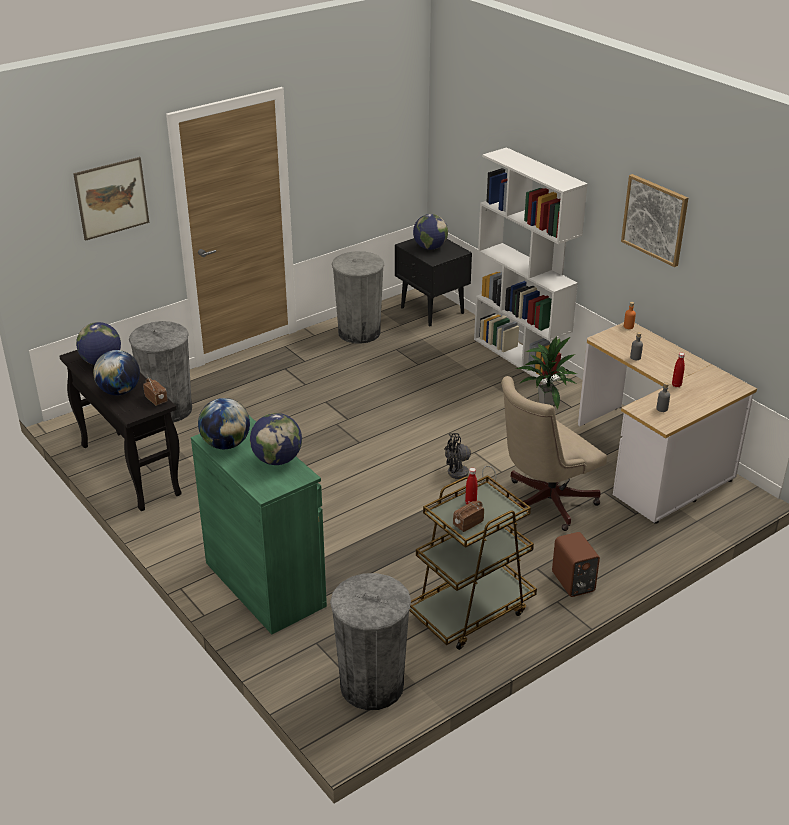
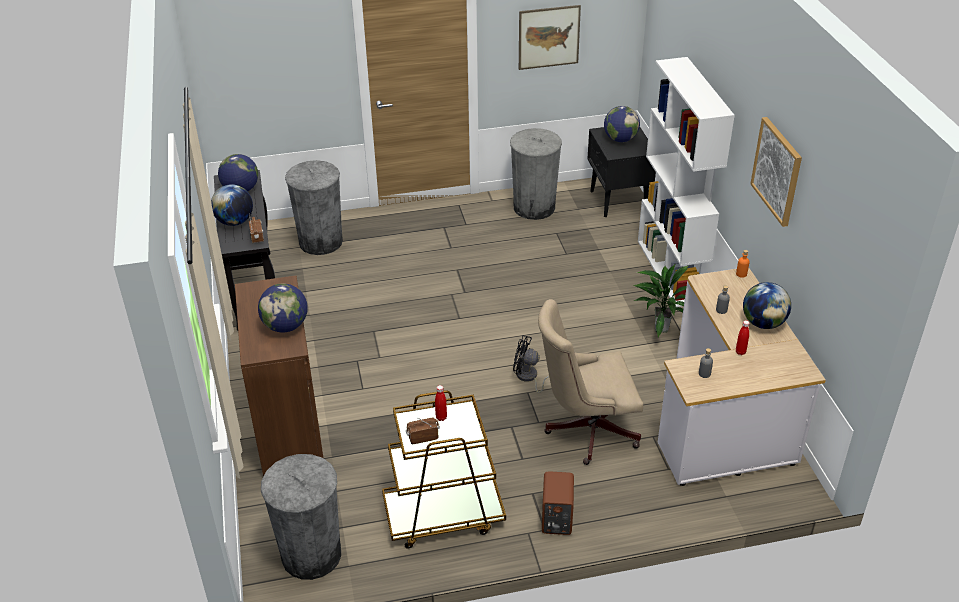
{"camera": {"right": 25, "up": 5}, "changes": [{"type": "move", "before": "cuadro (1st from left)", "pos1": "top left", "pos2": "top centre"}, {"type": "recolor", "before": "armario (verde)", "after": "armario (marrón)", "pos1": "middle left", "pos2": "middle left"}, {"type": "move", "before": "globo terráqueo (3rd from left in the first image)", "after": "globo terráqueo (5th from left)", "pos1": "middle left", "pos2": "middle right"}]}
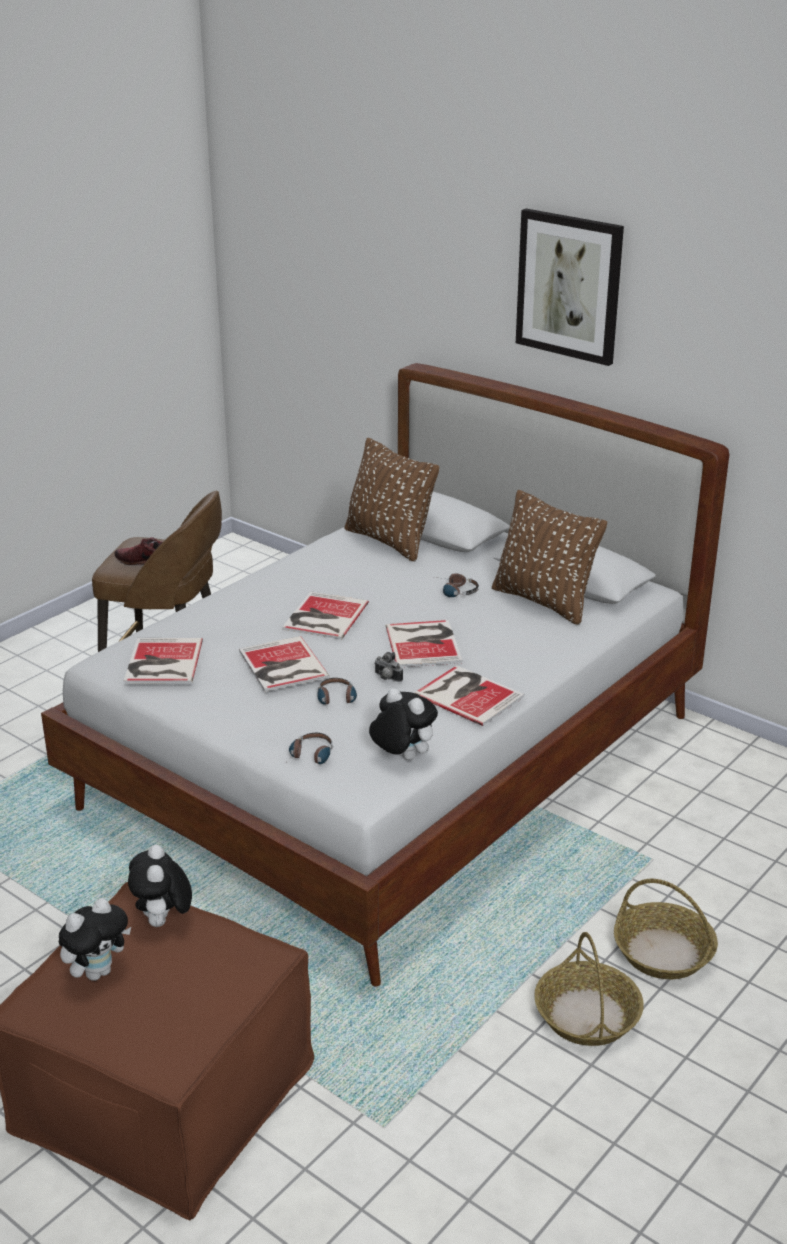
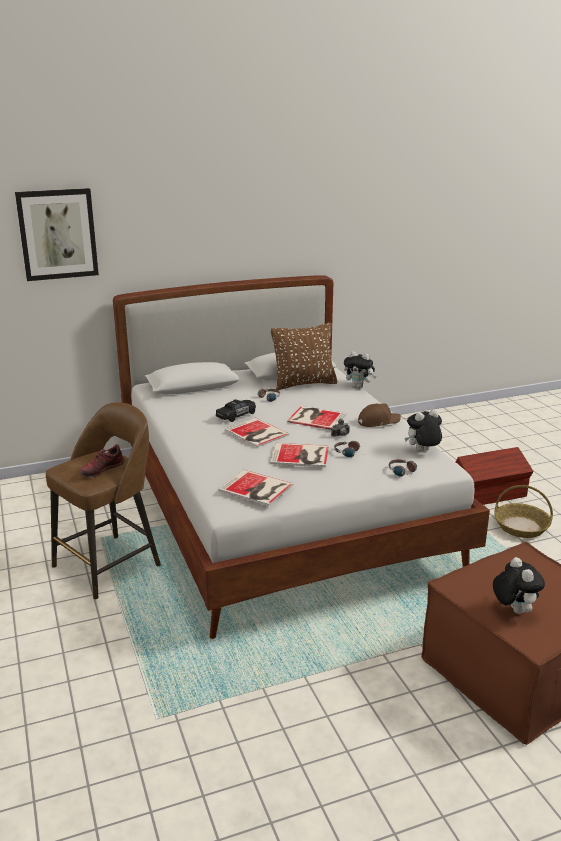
{"camera": {"right": -60, "up": -5}, "changes": [{"type": "move", "before": "peluche (2nd from left in the first image)", "after": "peluche (1st from left)", "pos1": "bottom left", "pos2": "centre"}, {"type": "delete", "before": "cojín (marrón) (1st from left)", "pos1": "centre"}, {"type": "replace", "before": "libro (5th from left)", "after": "gorra (marrón)", "pos1": "centre", "pos2": "middle right"}, {"type": "move", "before": "cuadro", "pos1": "top right", "pos2": "top left"}, {"type": "replace", "before": "cesta (2nd from left)", "after": "caja de almacenaje (marrón)", "pos1": "bottom right", "pos2": "middle right"}, {"type": "insert", "after": "coche de juguete (negro)", "pos2": "centre"}]}
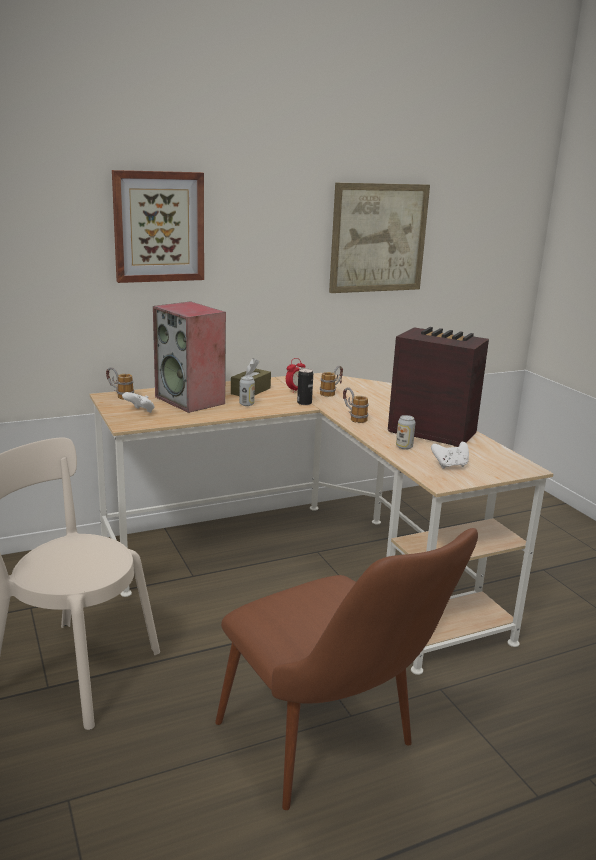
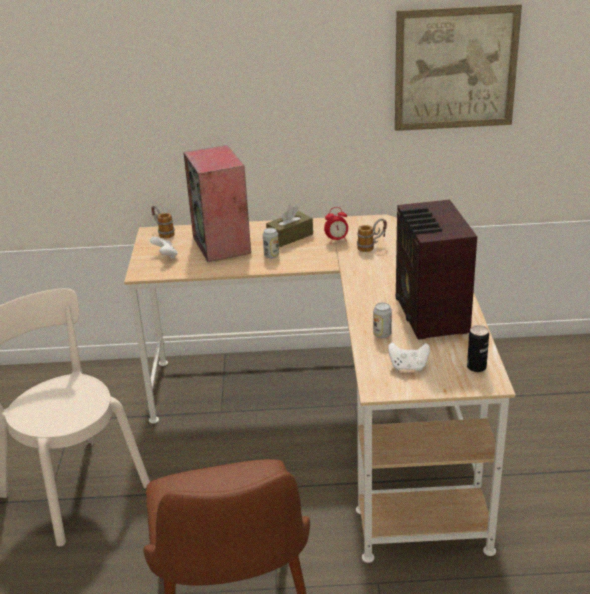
{"camera": {"right": 25, "up": 10}, "changes": [{"type": "delete", "before": "cuadro (1st from left)", "pos1": "top left"}, {"type": "move", "before": "lata (2nd from left in the first image)", "after": "lata (3rd from left)", "pos1": "centre", "pos2": "middle right"}, {"type": "delete", "before": "taza grande (3rd from left)", "pos1": "centre"}, {"type": "rotate", "before": "radio", "pos1": "middle right", "pos2": "middle right", "turn": -150}]}
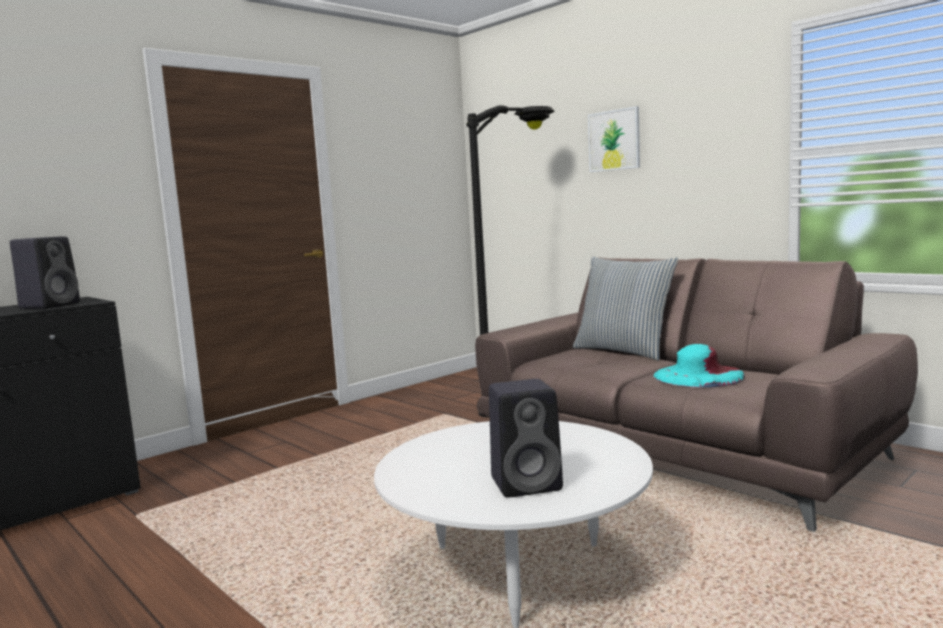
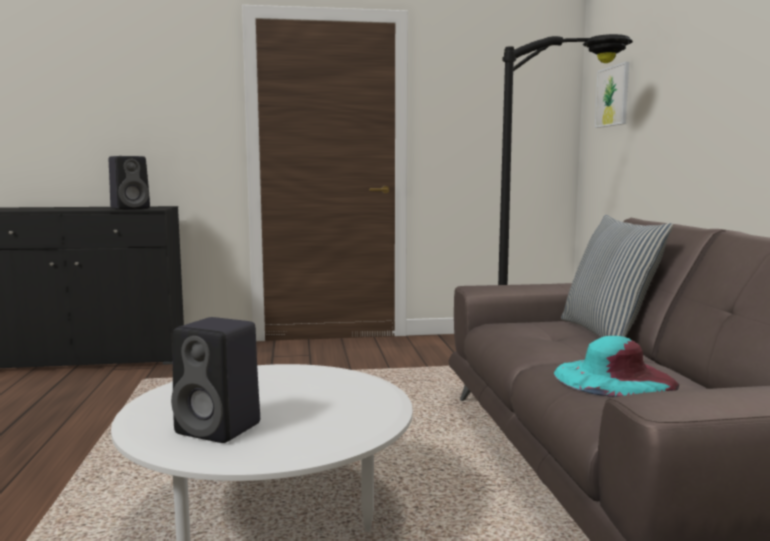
{"camera": {"right": 35, "up": 0}, "changes": [{"type": "move", "before": "cuadro", "pos1": "top centre", "pos2": "top right"}]}
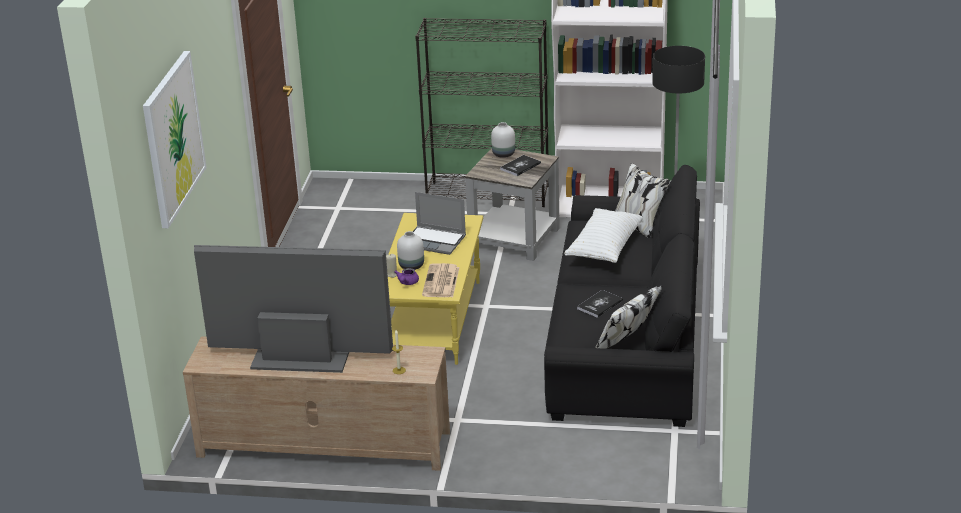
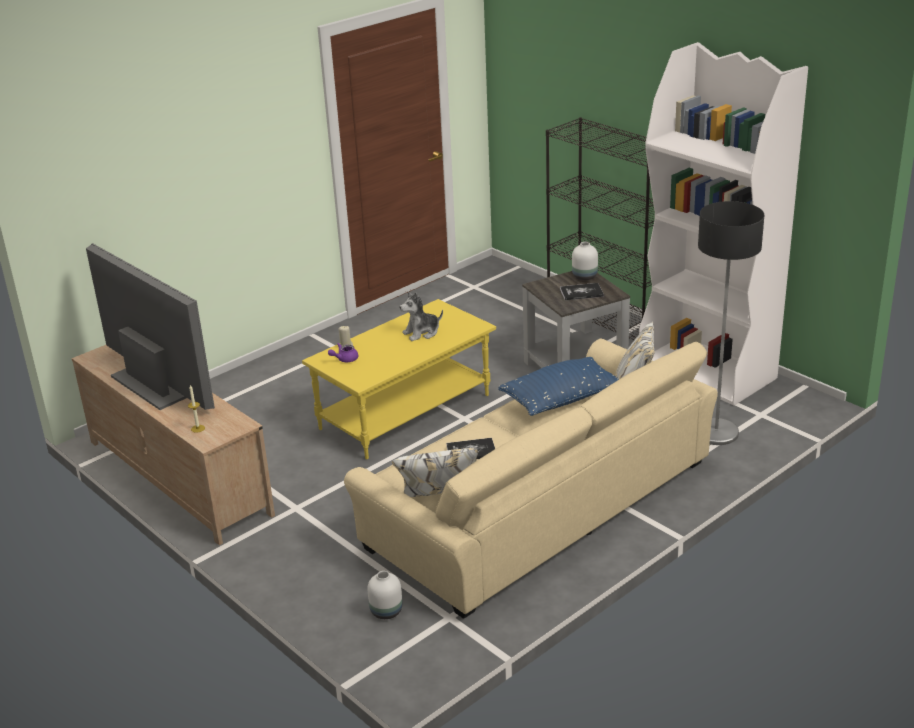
{"camera": {"right": 40, "up": 0}, "changes": [{"type": "delete", "before": "cuadro", "pos1": "top left"}, {"type": "move", "before": "florero (blanco) (1st from left)", "pos1": "centre", "pos2": "bottom centre"}, {"type": "replace", "before": "portátil", "after": "peluche", "pos1": "centre", "pos2": "centre"}, {"type": "delete", "before": "periódico", "pos1": "centre"}, {"type": "recolor", "before": "sofá (negro)", "after": "sofá (beis)", "pos1": "centre", "pos2": "centre"}, {"type": "recolor", "before": "cojín (blanco)", "after": "cojín (azul)", "pos1": "centre", "pos2": "centre"}]}
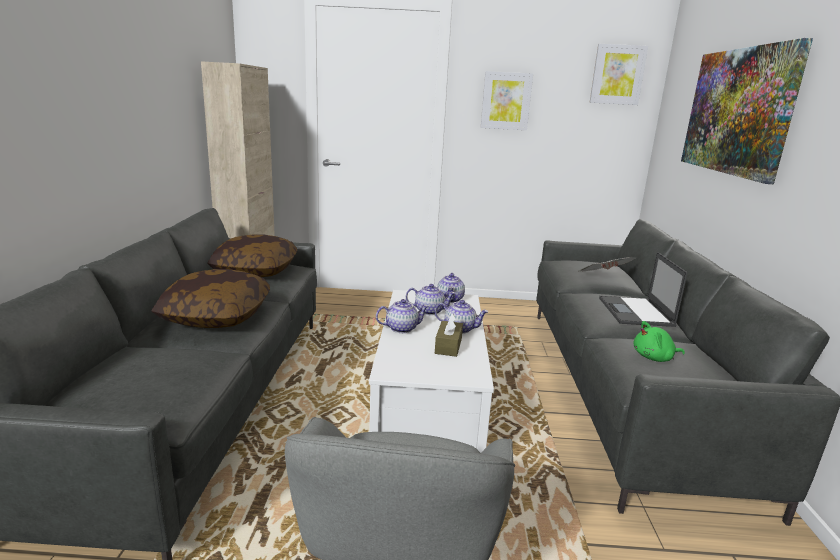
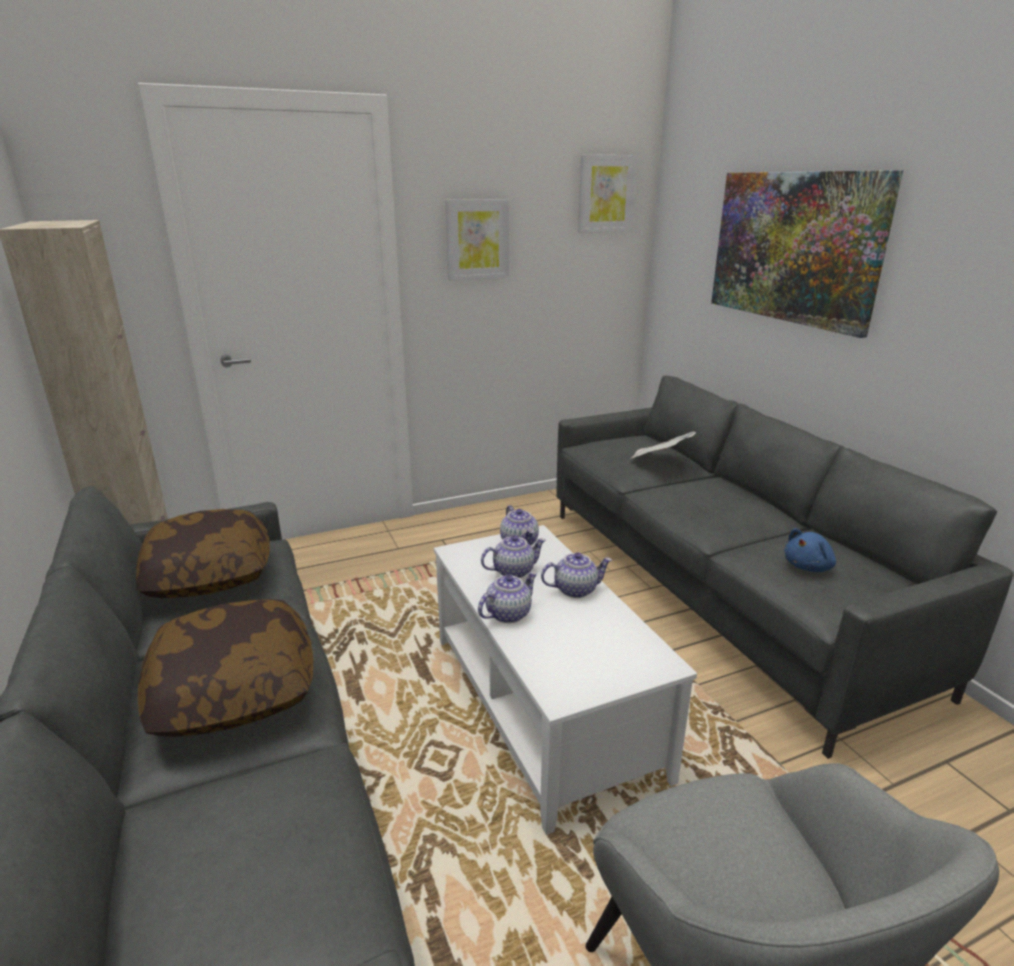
{"camera": {"right": -25, "up": 5}, "changes": [{"type": "delete", "before": "caja de pañuelos (marrón)", "pos1": "centre"}, {"type": "delete", "before": "portátil", "pos1": "middle right"}, {"type": "recolor", "before": "peluche (verde)", "after": "peluche (azul)", "pos1": "middle right", "pos2": "middle right"}]}
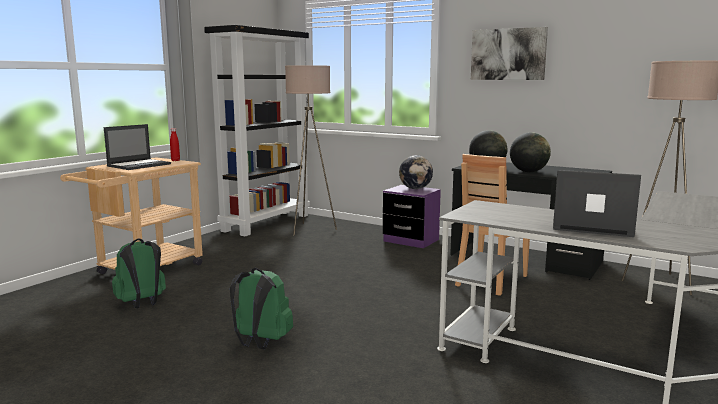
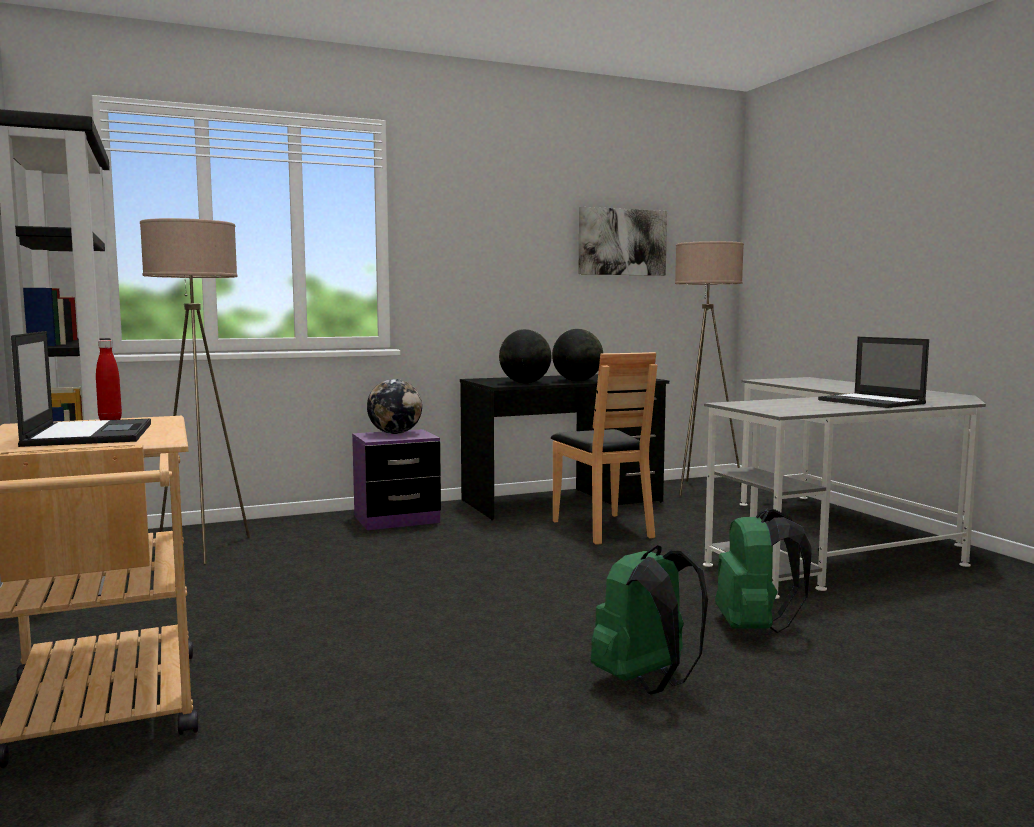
{"camera": {"right": -55, "up": -5}, "changes": [{"type": "move", "before": "mochila (verde) (1st from left in the first image)", "after": "mochila (verde) (2nd from left)", "pos1": "bottom left", "pos2": "bottom right"}, {"type": "move", "before": "cuadro", "pos1": "top right", "pos2": "top centre"}, {"type": "rotate", "before": "portátil (2nd from left)", "pos1": "middle right", "pos2": "middle right", "turn": -90}]}
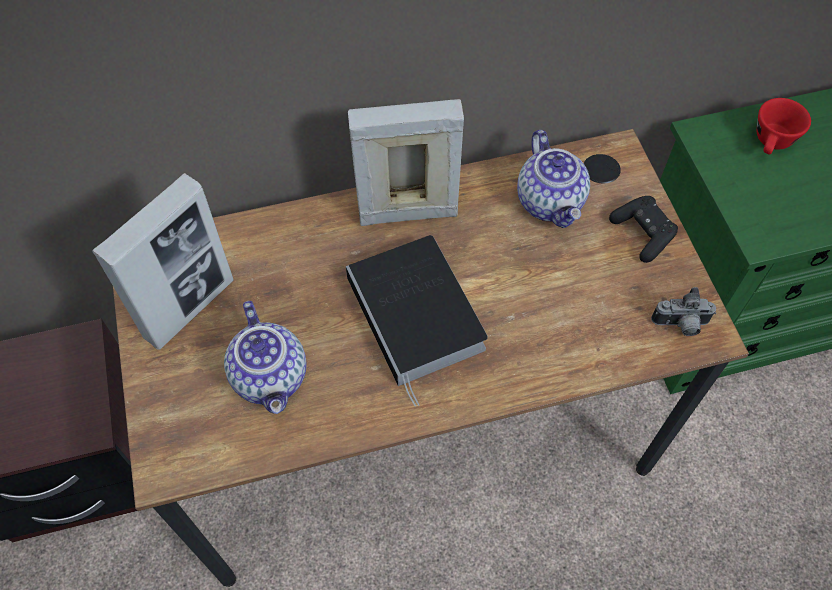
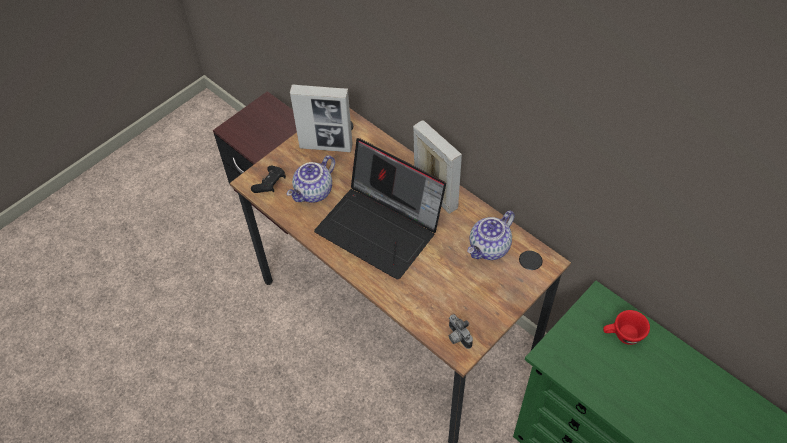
{"camera": {"right": 60, "up": -5}, "changes": [{"type": "replace", "before": "libro", "after": "portátil", "pos1": "centre", "pos2": "centre"}, {"type": "move", "before": "mando de consola (negro)", "pos1": "middle right", "pos2": "centre"}]}
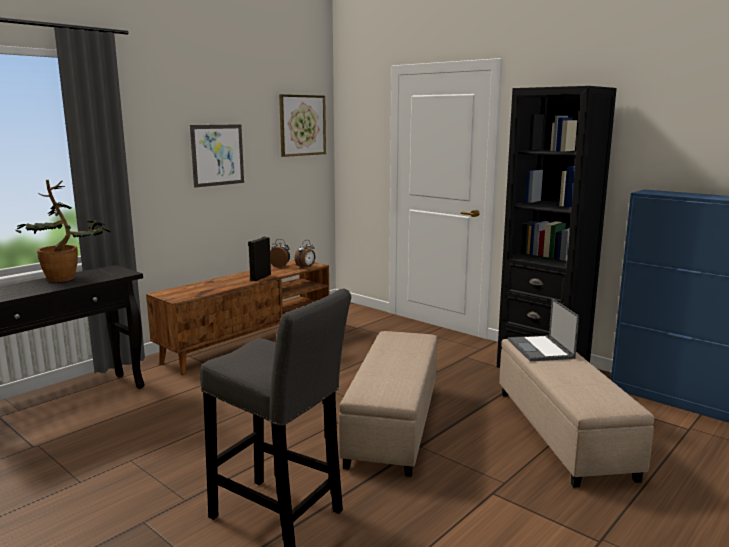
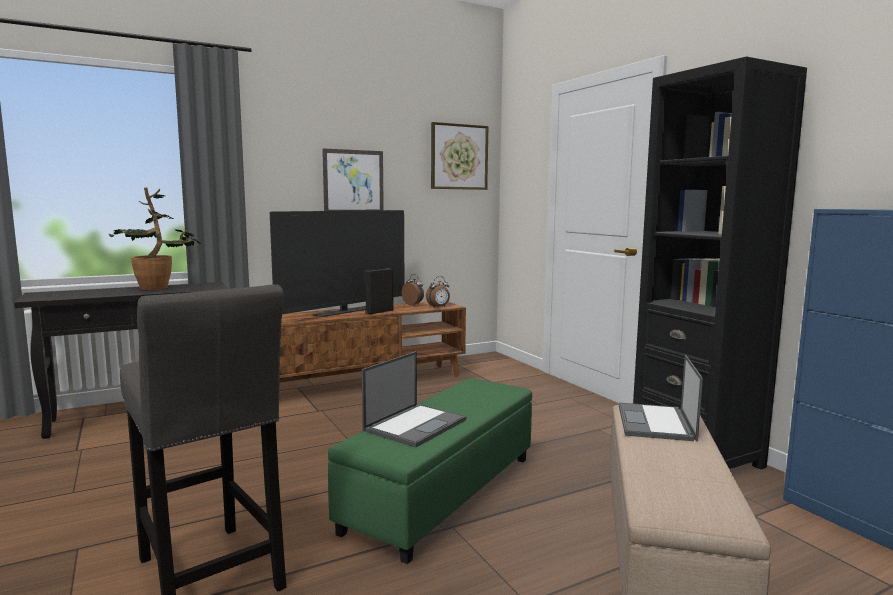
{"camera": {"right": 20, "up": -5}, "changes": [{"type": "recolor", "before": "puf (beis) (1st from left)", "after": "puf (verde)", "pos1": "bottom centre", "pos2": "bottom centre"}, {"type": "insert", "after": "televisor", "pos2": "centre"}, {"type": "insert", "after": "portátil (1st from left)", "pos2": "bottom centre"}]}
